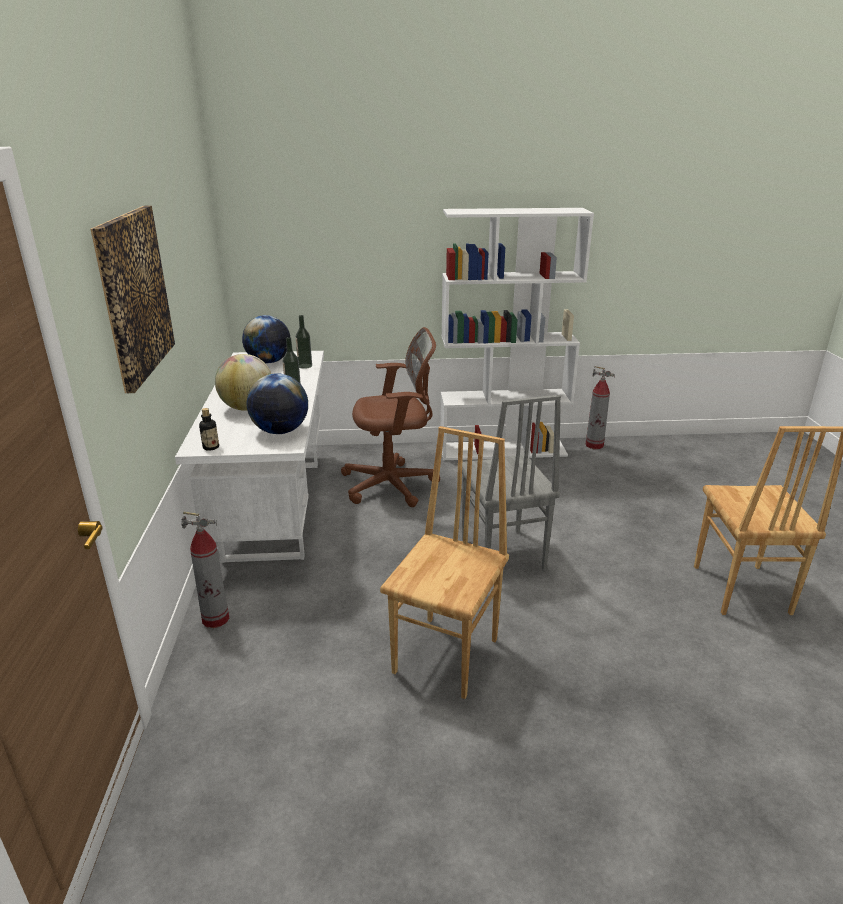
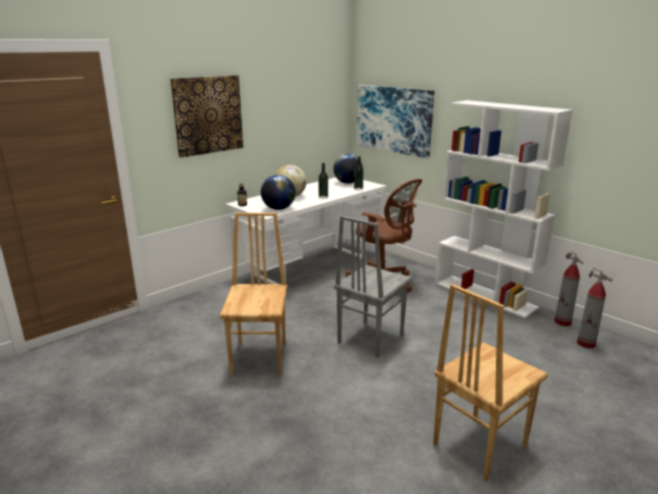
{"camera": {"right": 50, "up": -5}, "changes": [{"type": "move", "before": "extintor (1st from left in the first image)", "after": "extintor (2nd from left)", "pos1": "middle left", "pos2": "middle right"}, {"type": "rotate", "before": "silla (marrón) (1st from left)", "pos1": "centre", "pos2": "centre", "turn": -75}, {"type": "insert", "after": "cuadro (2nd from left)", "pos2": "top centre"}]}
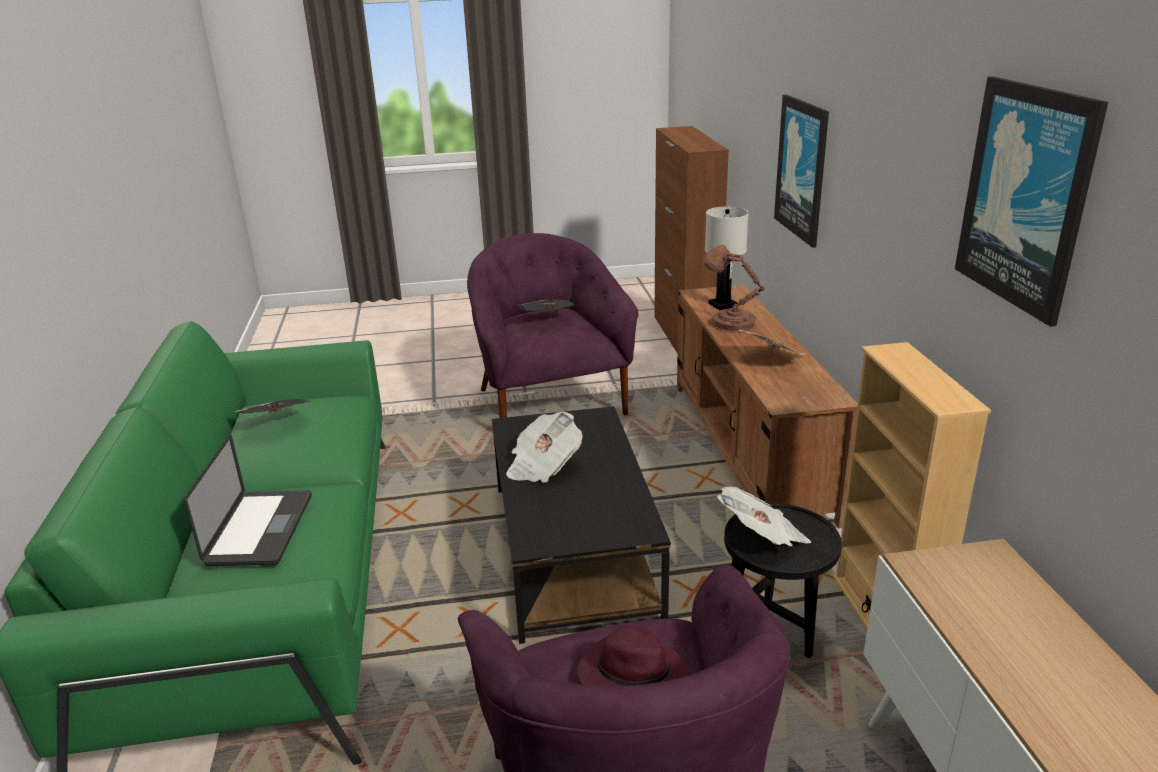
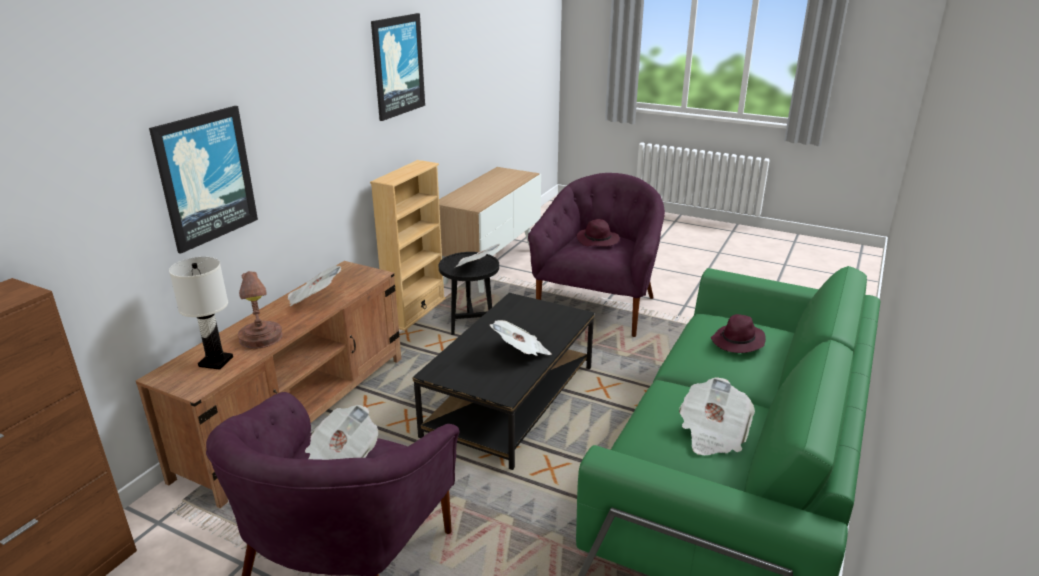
{"camera": {"right": -145, "up": 0}, "changes": [{"type": "replace", "before": "portátil", "after": "sombrero (morado) (2nd from left)", "pos1": "middle left", "pos2": "middle right"}]}
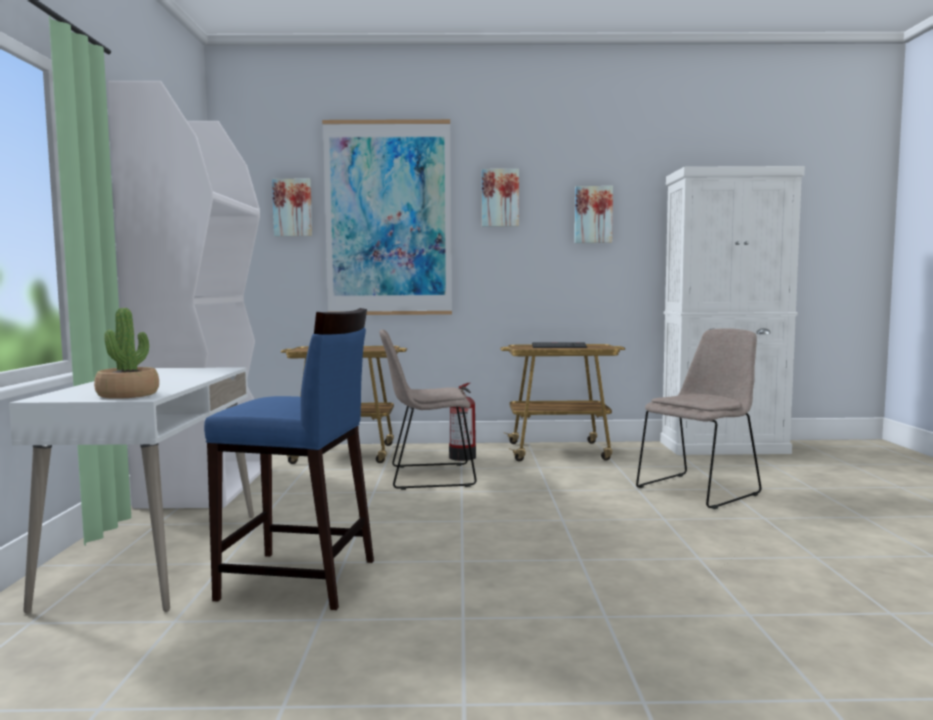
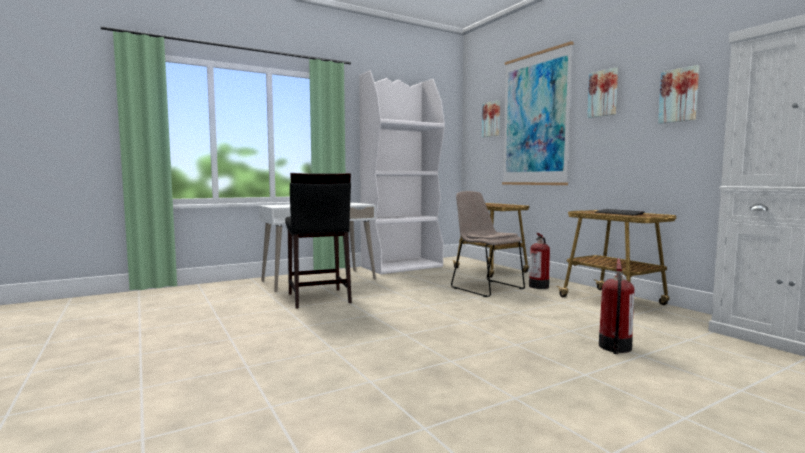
{"camera": {"right": 60, "up": 0}, "changes": [{"type": "delete", "before": "planta en maceta", "pos1": "middle left"}, {"type": "recolor", "before": "taburete (azul)", "after": "taburete (negro)", "pos1": "middle left", "pos2": "centre"}, {"type": "replace", "before": "silla (beis) (2nd from left)", "after": "extintor (2nd from left)", "pos1": "middle right", "pos2": "bottom right"}]}
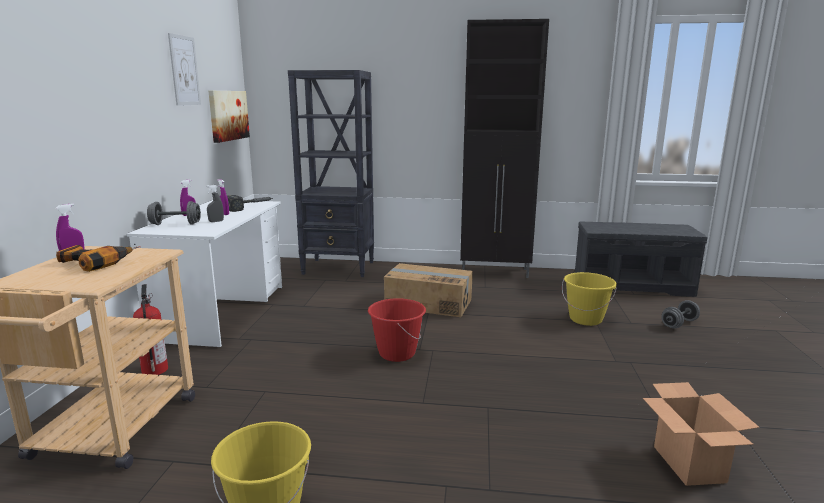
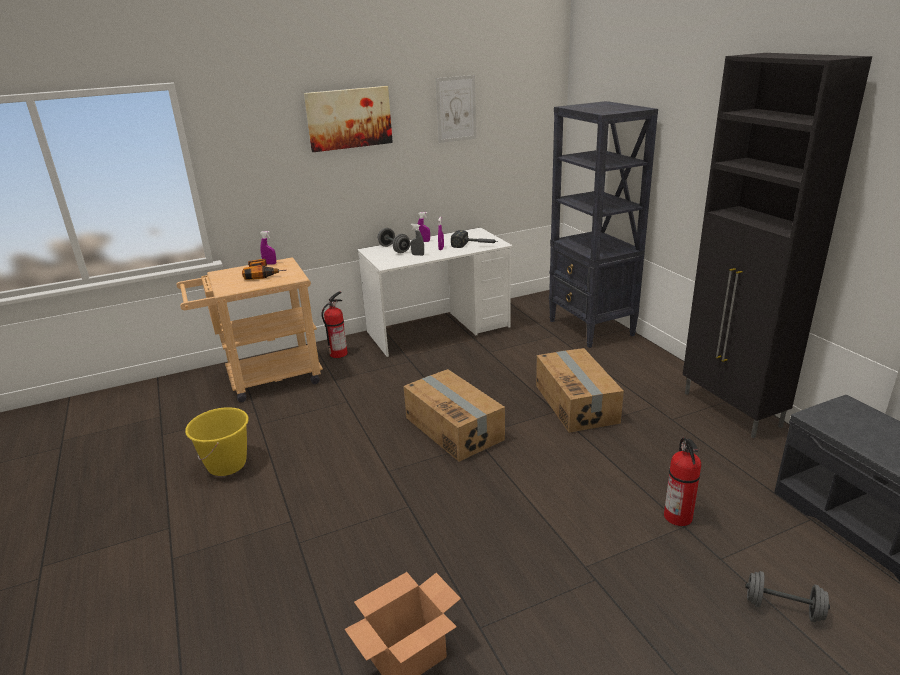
{"camera": {"right": 60, "up": 10}, "changes": [{"type": "move", "before": "cuadro (2nd from left in the first image)", "after": "cuadro (1st from left)", "pos1": "top left", "pos2": "top centre"}, {"type": "replace", "before": "cubo (rojo)", "after": "caja de cartón (2nd from left)", "pos1": "centre", "pos2": "centre"}, {"type": "replace", "before": "cubo (amarillo) (2nd from left)", "after": "extintor (2nd from left)", "pos1": "middle right", "pos2": "bottom right"}]}
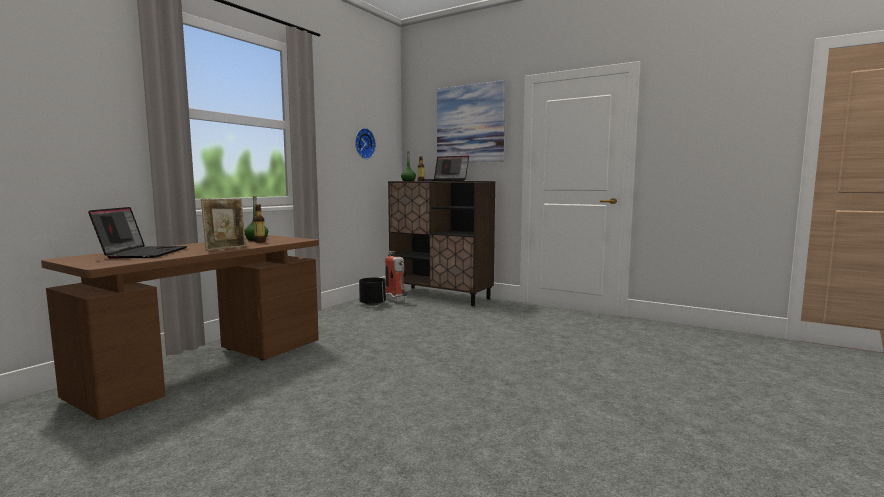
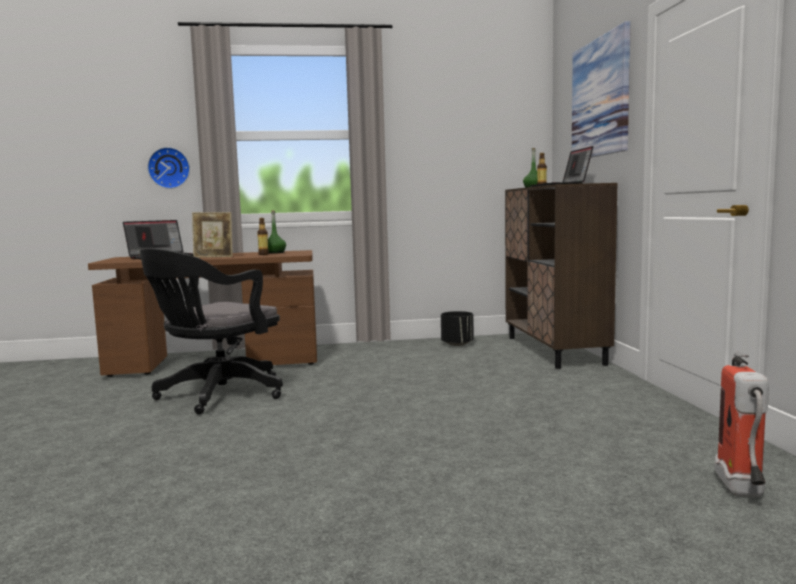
{"camera": {"right": 50, "up": 0}, "changes": [{"type": "move", "before": "reloj de pared", "pos1": "top centre", "pos2": "top left"}, {"type": "move", "before": "extintor", "pos1": "centre", "pos2": "bottom right"}, {"type": "insert", "after": "silla de oficina (negro)", "pos2": "middle left"}]}
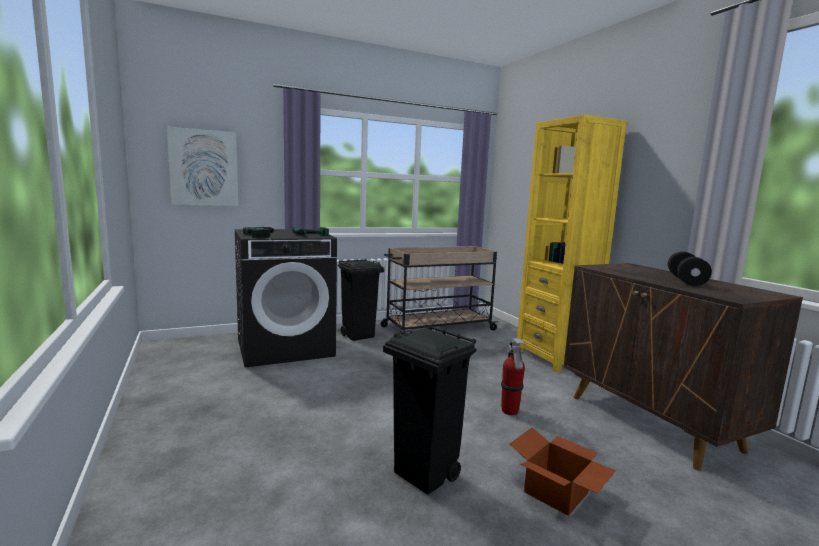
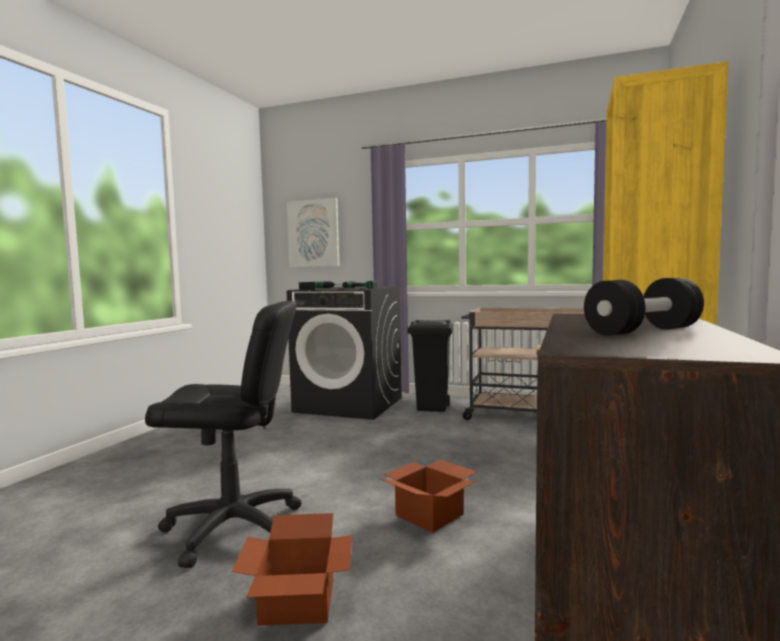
{"camera": {"right": 45, "up": -5}, "changes": [{"type": "replace", "before": "papelera (negro) (2nd from left)", "after": "silla de oficina (negro)", "pos1": "bottom centre", "pos2": "bottom left"}, {"type": "replace", "before": "extintor", "after": "caja de cartón (2nd from left)", "pos1": "bottom centre", "pos2": "bottom centre"}]}
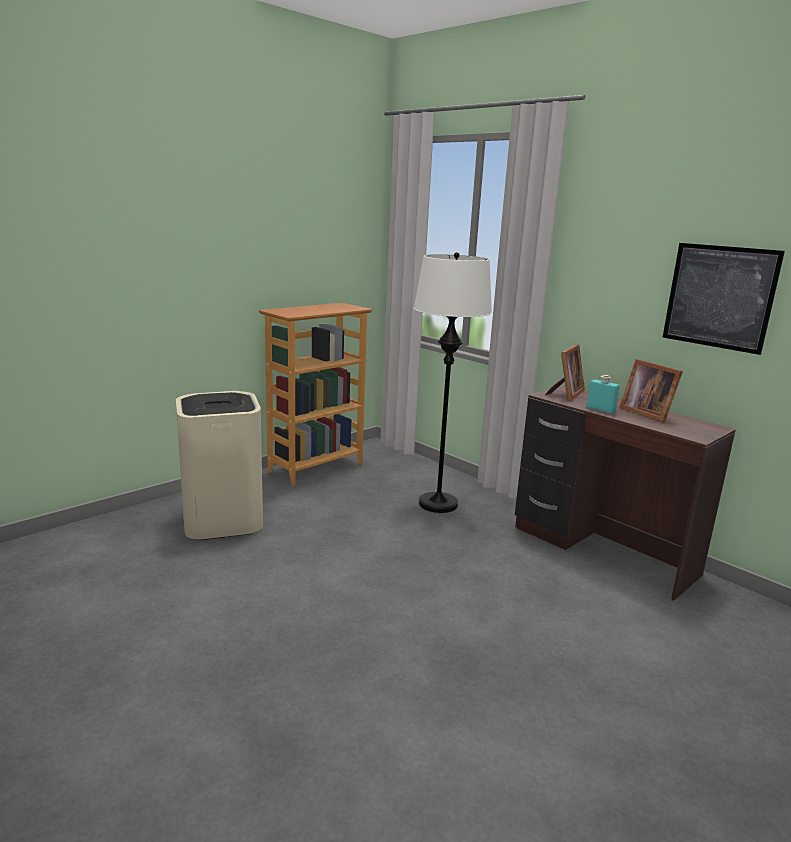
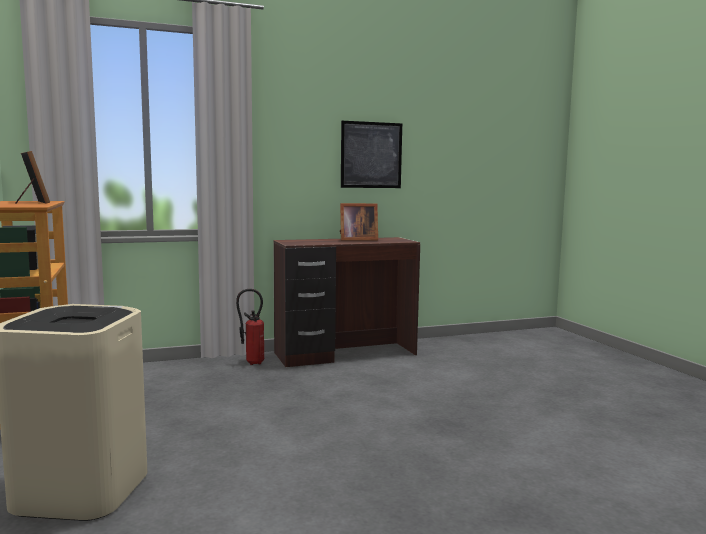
{"camera": {"right": -65, "up": -10}, "changes": [{"type": "delete", "before": "lámpara de pie (blanco)", "pos1": "centre"}, {"type": "move", "before": "portarretratos (1st from left)", "pos1": "middle right", "pos2": "top left"}, {"type": "delete", "before": "botella (turquesa)", "pos1": "middle right"}, {"type": "insert", "after": "extintor", "pos2": "centre"}]}
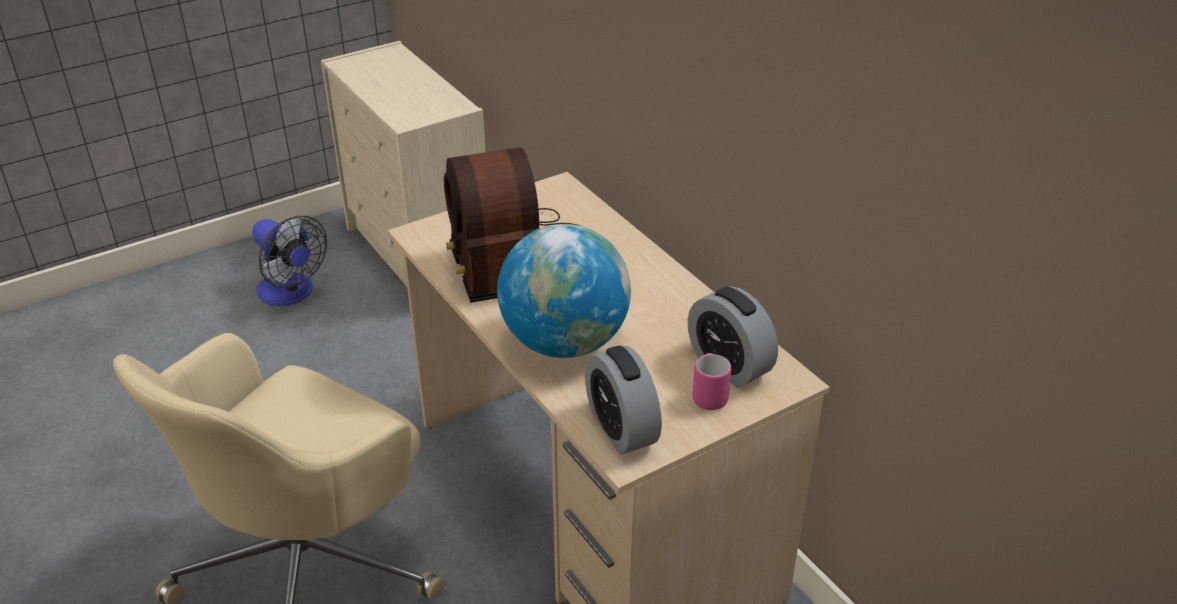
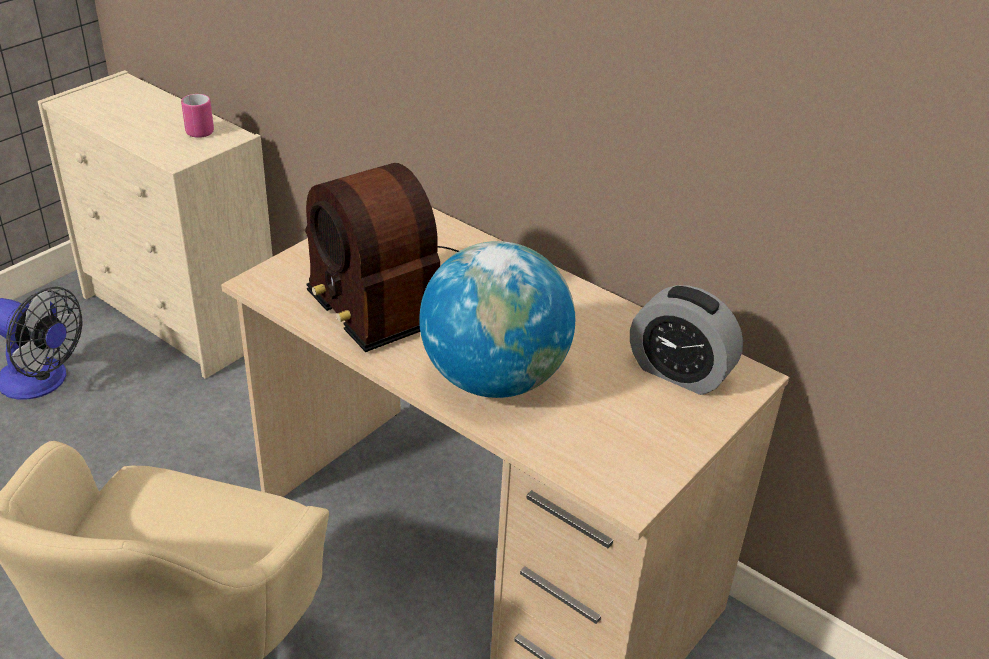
{"camera": {"right": -20, "up": 0}, "changes": [{"type": "delete", "before": "despertador (1st from left)", "pos1": "centre"}, {"type": "move", "before": "taza grande (rosa)", "pos1": "centre", "pos2": "top left"}]}
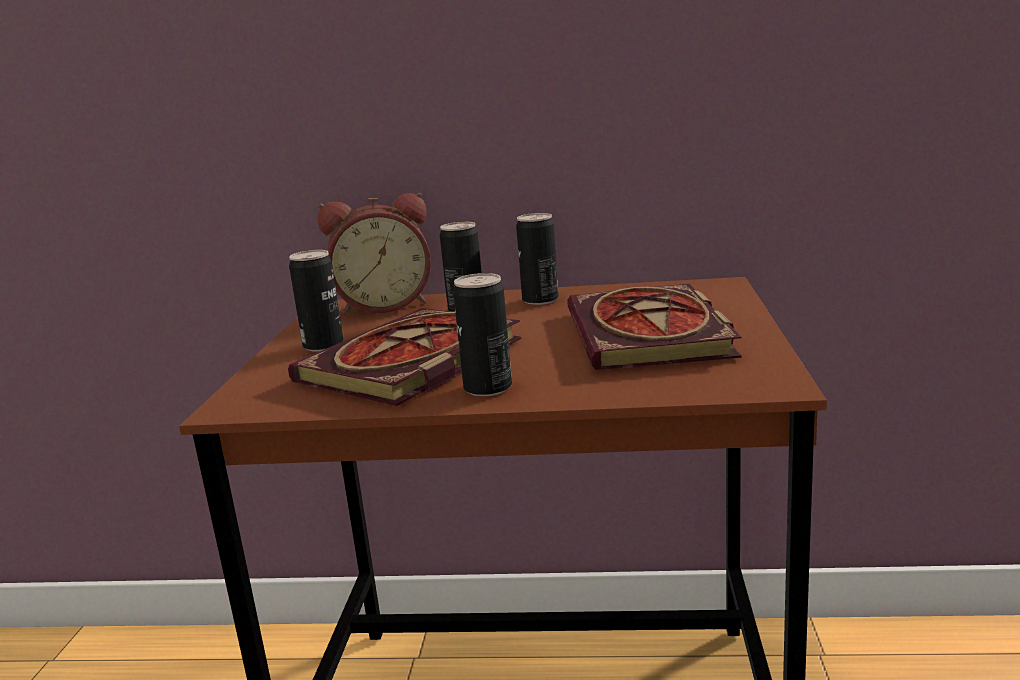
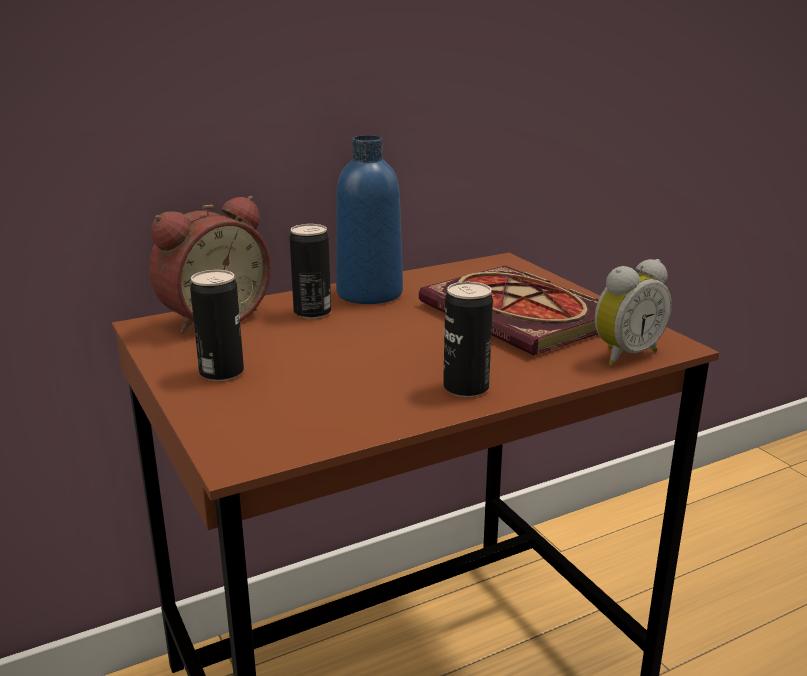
{"camera": {"right": -35, "up": 5}, "changes": [{"type": "delete", "before": "libro (1st from left)", "pos1": "centre"}, {"type": "replace", "before": "lata (4th from left)", "after": "botella (azul)", "pos1": "centre", "pos2": "top centre"}, {"type": "insert", "after": "despertador (2nd from left)", "pos2": "middle right"}]}
